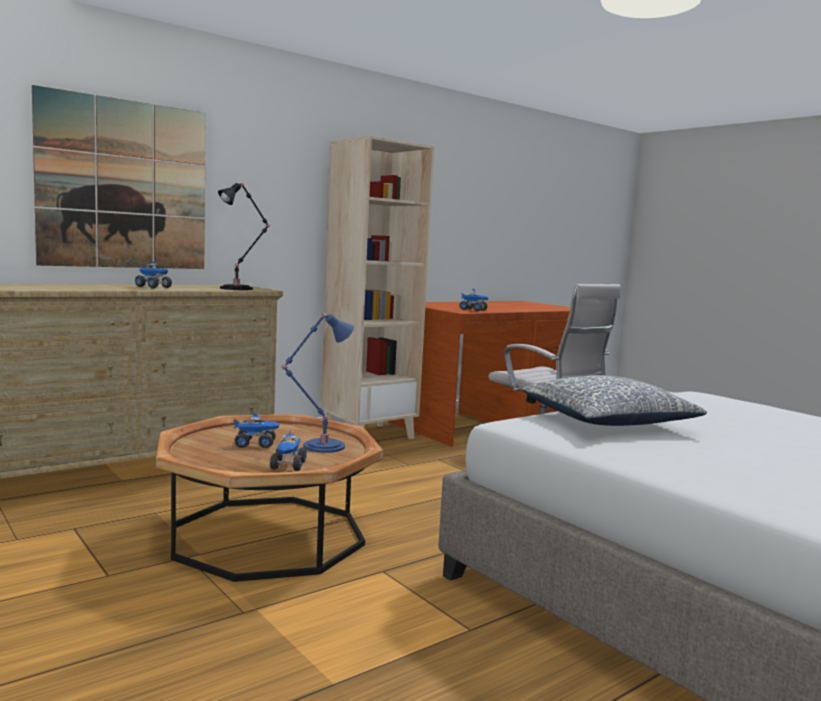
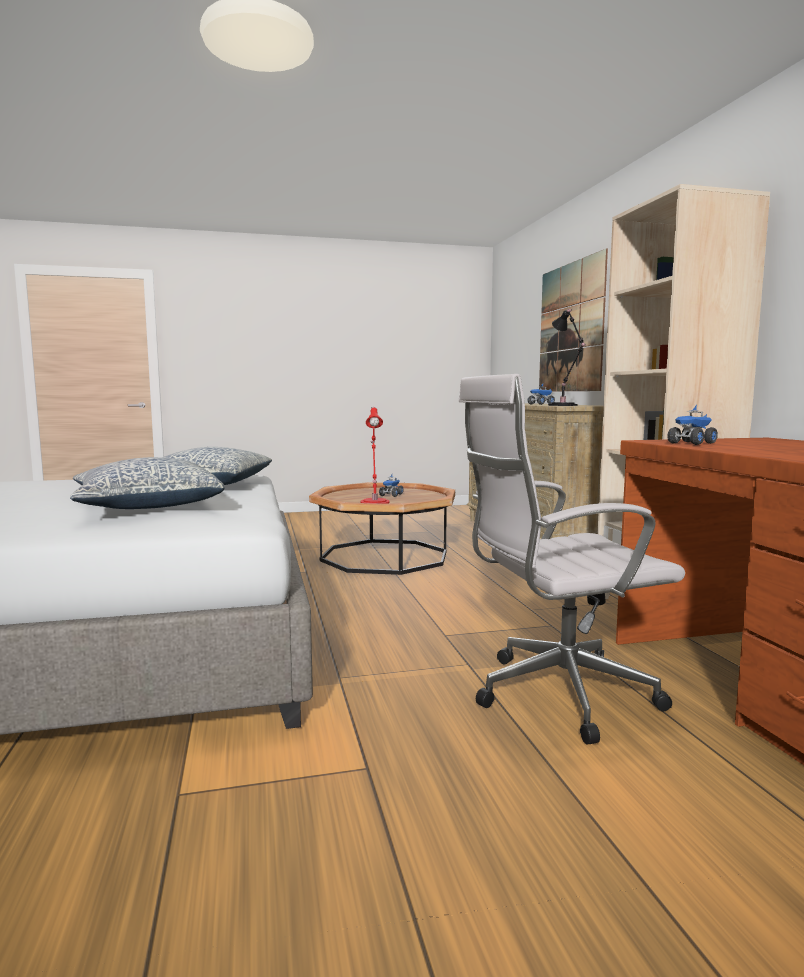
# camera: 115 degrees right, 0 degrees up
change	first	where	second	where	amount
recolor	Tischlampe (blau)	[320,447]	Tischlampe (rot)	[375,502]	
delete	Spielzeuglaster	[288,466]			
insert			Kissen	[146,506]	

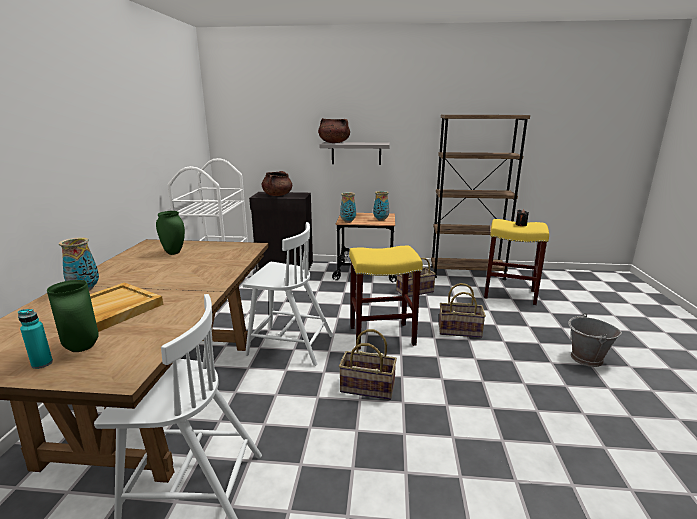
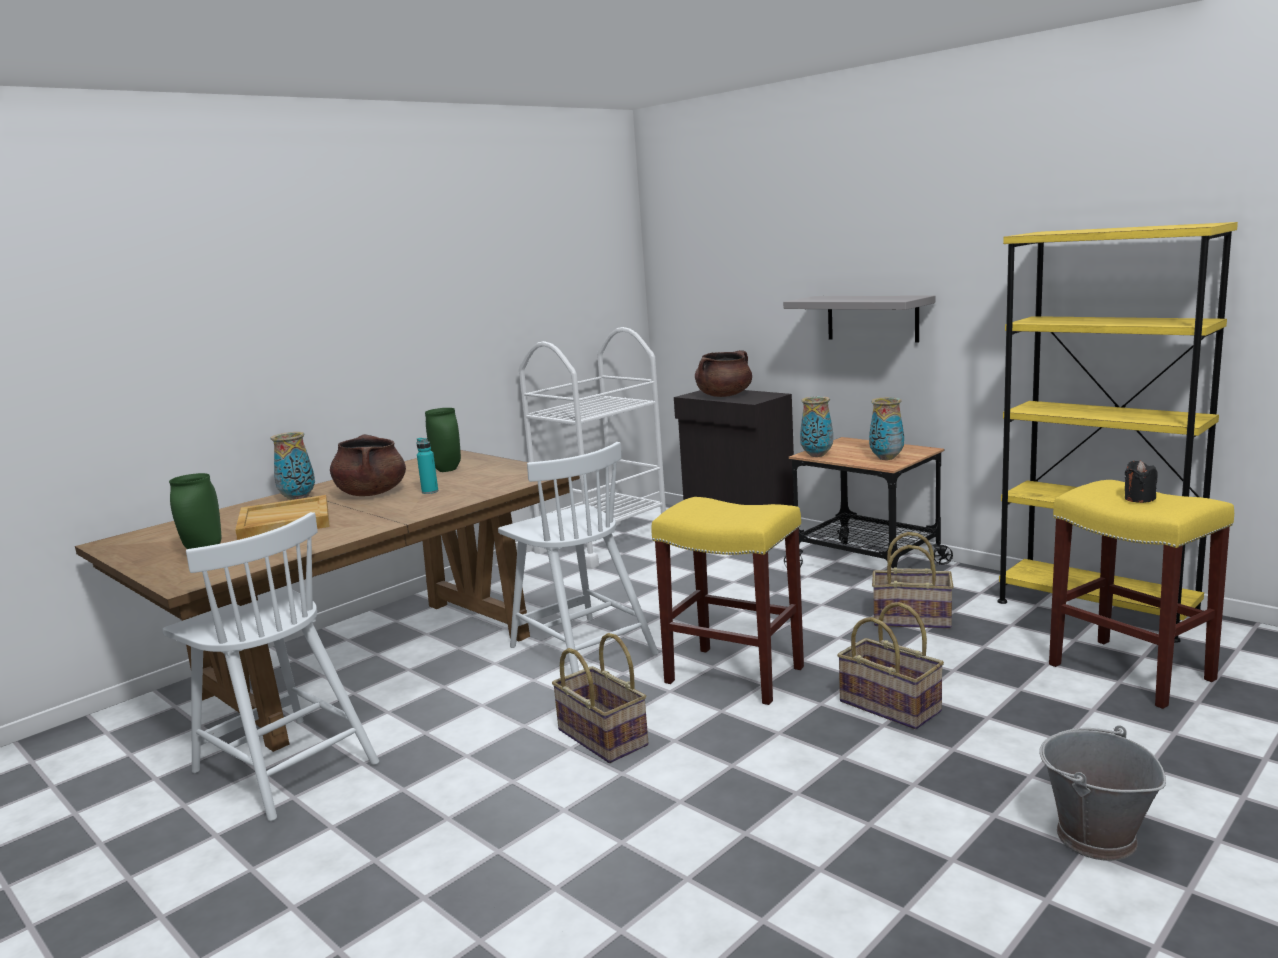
# camera: 40 degrees right, 5 degrees down
change	first	where	second	where	amount
recolor	Bücherregal (braun)	[467,273]	Bücherregal (gelb)	[1096,608]	
move	Kochtopf (braun)	[334,143]		[371,493]	
move	Flasche (türkis)	[42,363]		[430,492]	

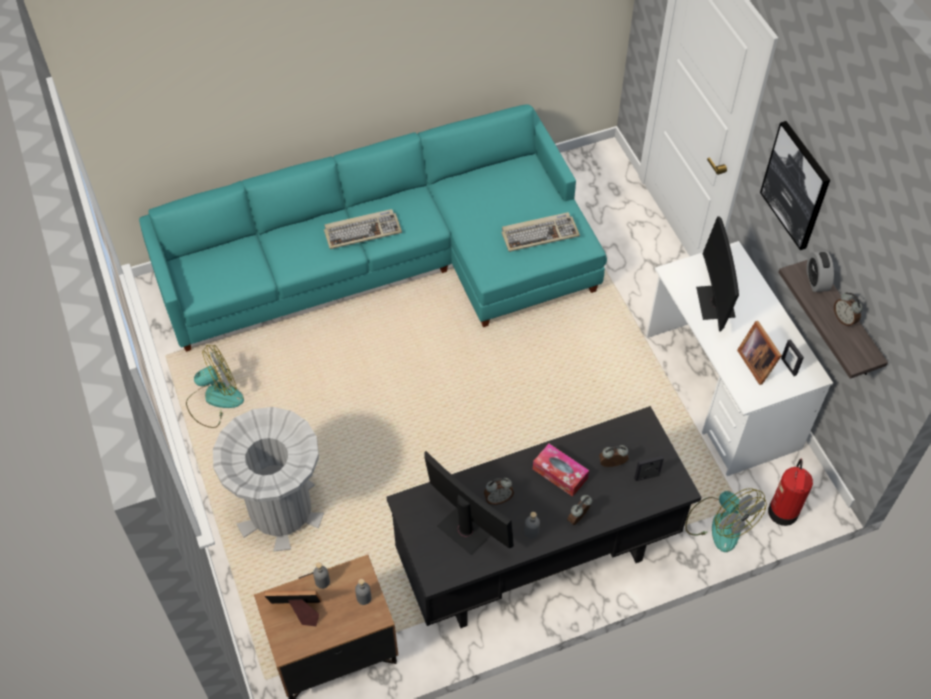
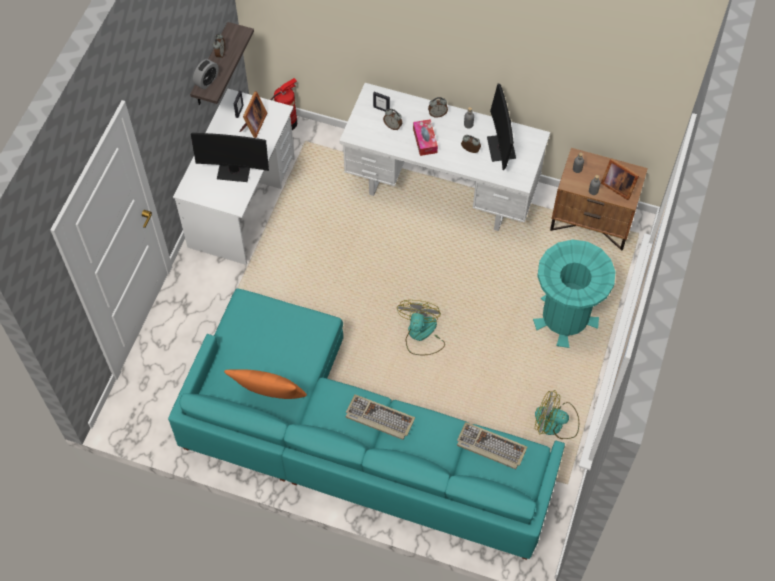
# camera: 140 degrees left, 5 degrees up
change	first	where	second	where	amount
delete	Bild	[796,185]			
move	Tastatur	[540,233]		[490,447]	
rotate	Monitor	[715,303]		[234,171]	60 degrees clockwise
recolor	Schreibtisch (schwarz)	[536,561]	Schreibtisch (weiß)	[442,190]	
recolor	Mülleimer (grau)	[281,511]	Mülleimer (türkis)	[565,318]	
move	Ventilator	[719,523]		[421,335]	
insert			Kissen (orange)	[269,396]	

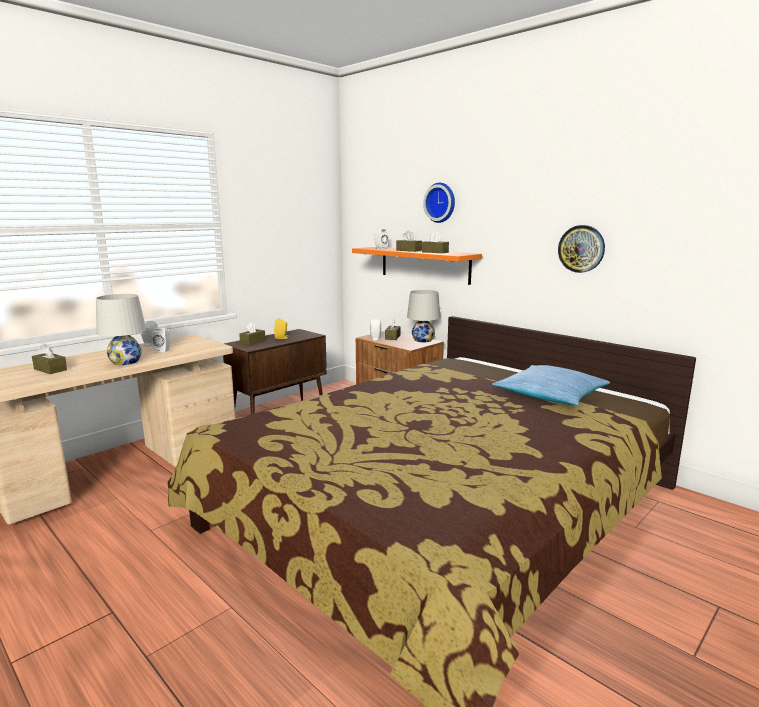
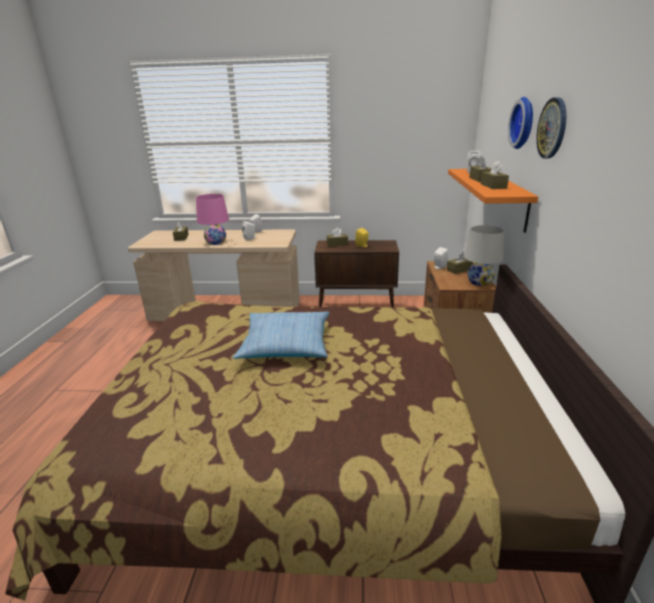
# camera: 50 degrees right, 10 degrees up
change	first	where	second	where	amount
move	Wanduhr	[581,249]		[552,128]	
recolor	Tischlampe (weiß)	[125,362]	Tischlampe (rosa)	[215,242]	
move	Kissen	[550,395]		[286,344]	

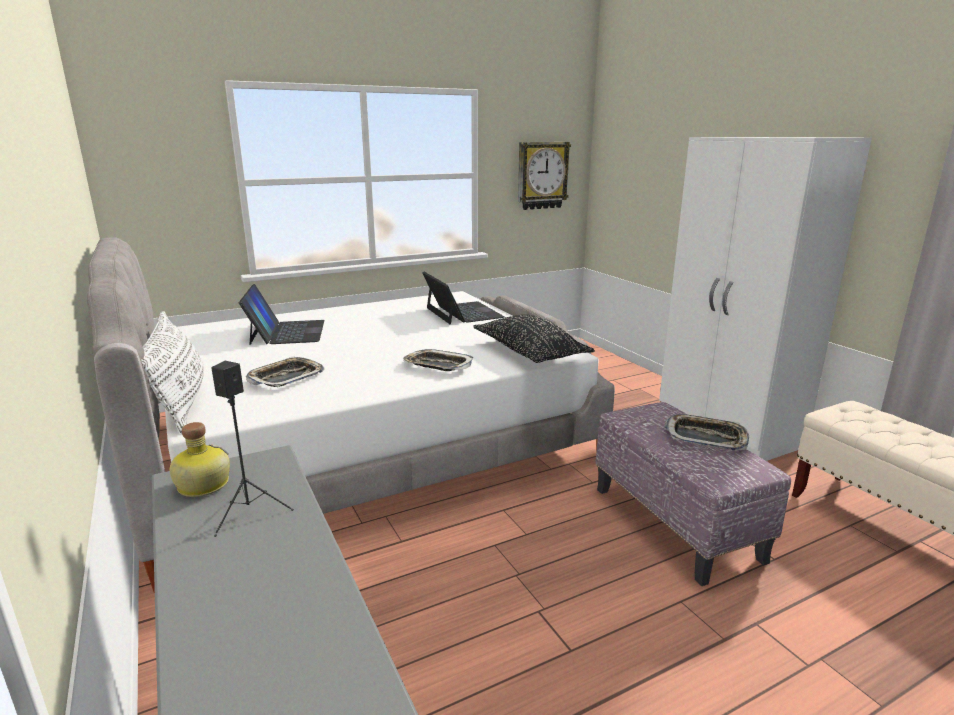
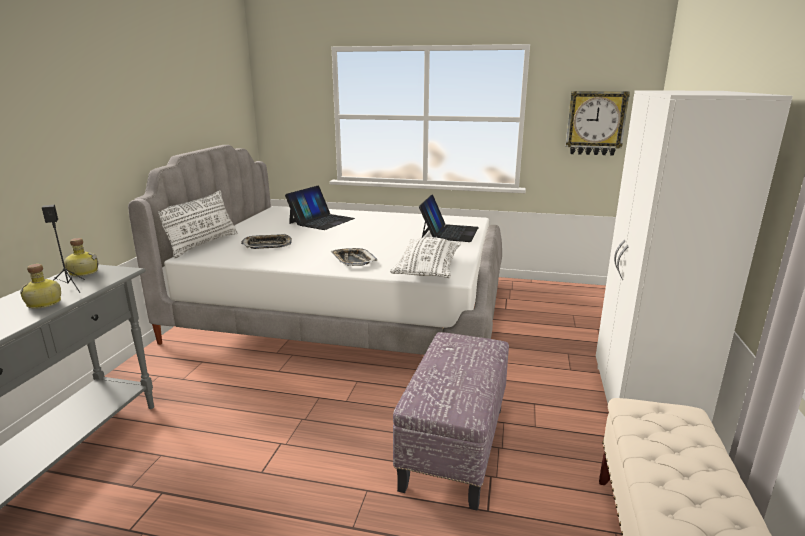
# camera: 40 degrees right, 0 degrees up
change	first	where	second	where	amount
recolor	Kissen (schwarz)	[529,353]	Kissen (weiß)	[427,269]	
delete	Tablett	[705,437]			
insert			Flasche	[45,303]	

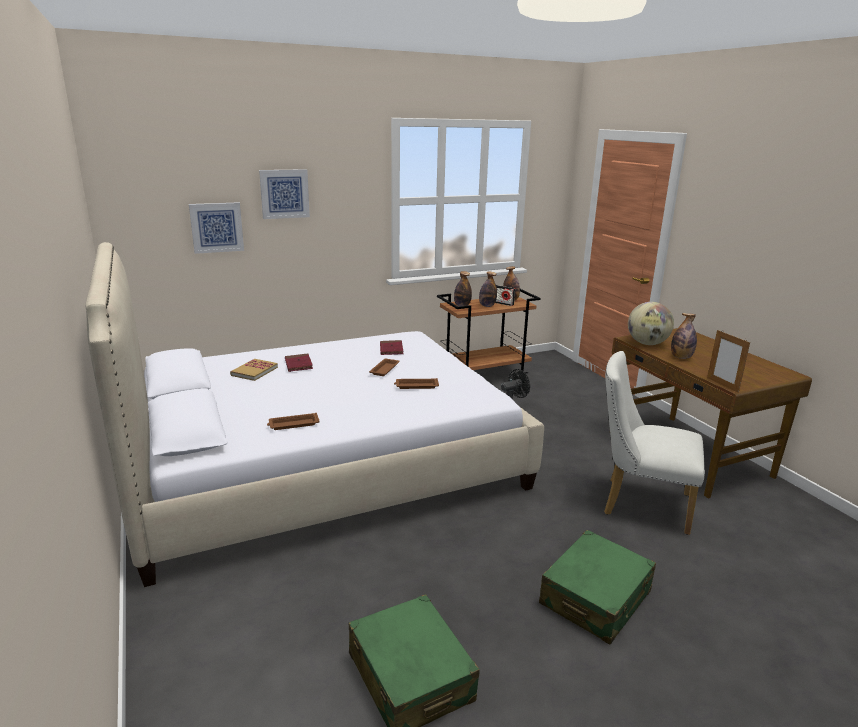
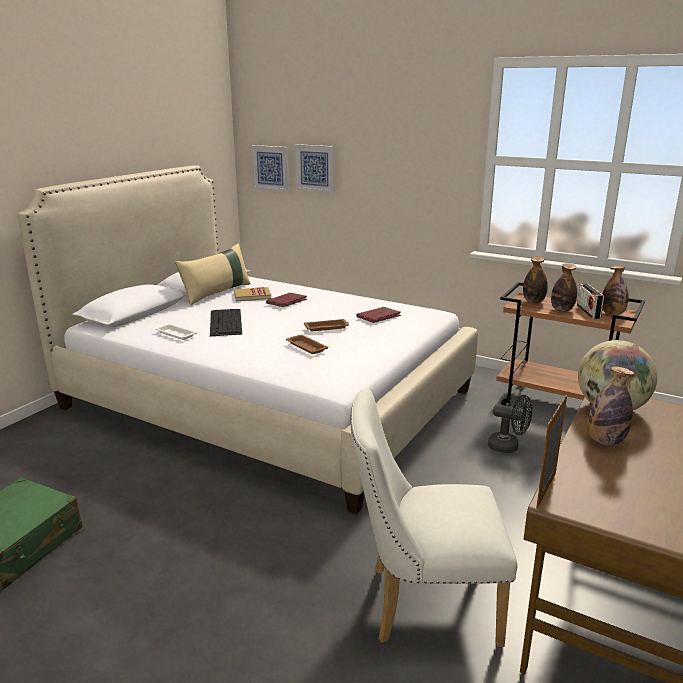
# camera: 55 degrees right, 0 degrees up
change	first	where	second	where	amount
move	Bild	[284,194]		[271,168]	
rotate	Stuhl (weiß)	[639,503]		[422,604]	75 degrees counterclockwise
recolor	Tablett (braun)	[293,424]	Tablett (weiß)	[175,334]	
delete	Koffer (grün)	[595,598]			
insert			Kissen (beige)	[216,293]	
insert			Tastatur	[226,322]	

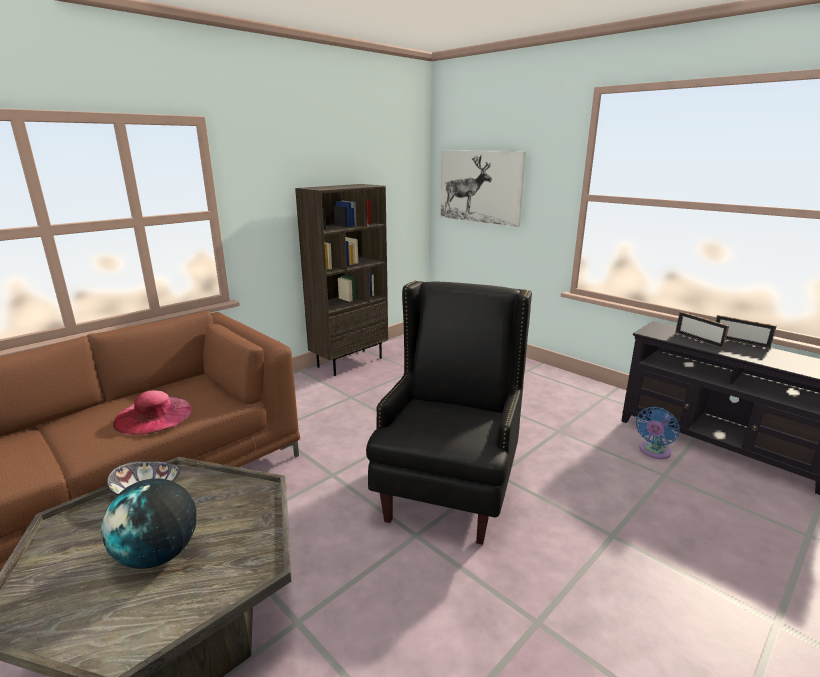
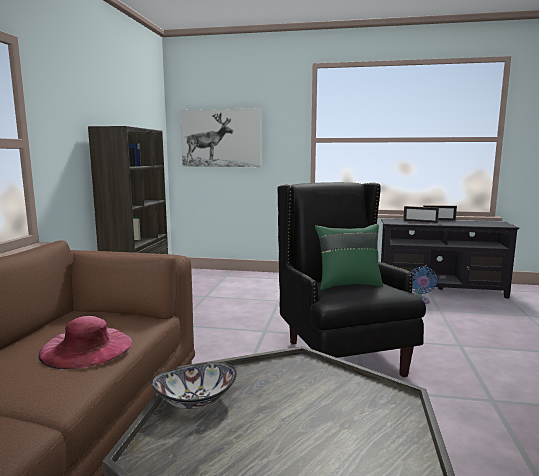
# camera: 35 degrees left, 10 degrees down
change	first	where	second	where	amount
delete	Globus	[159,555]			
insert			Kissen (grün)	[348,285]	

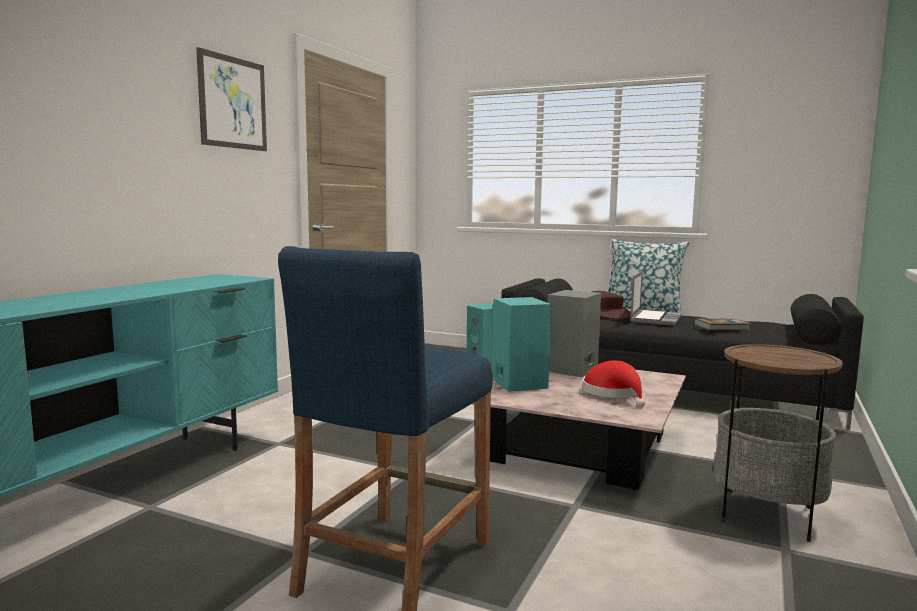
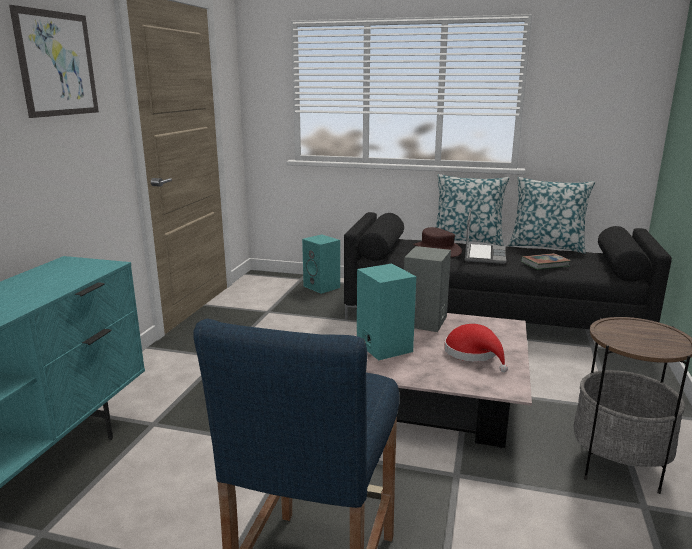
# camera: 10 degrees left, 10 degrees up
change	first	where	second	where	amount
insert			Kissen	[546,246]	

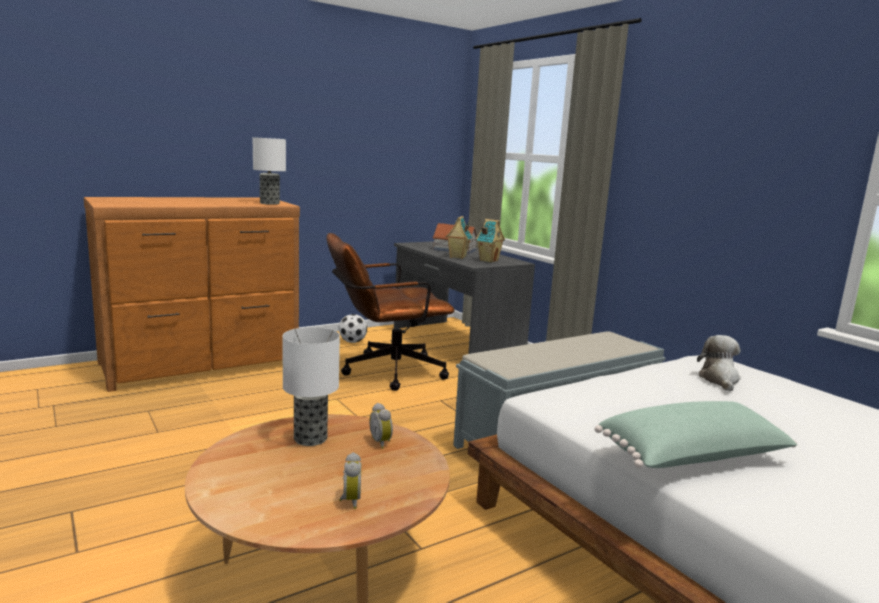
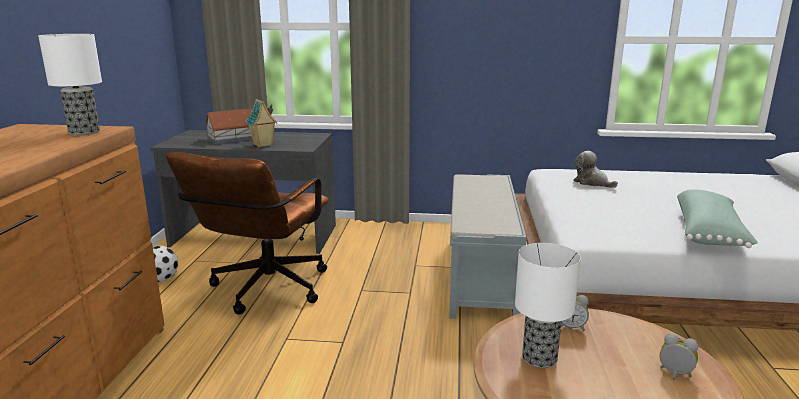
# camera: 50 degrees left, 5 degrees up
change	first	where	second	where	amount
delete	Spielzeughaus	[488,260]			

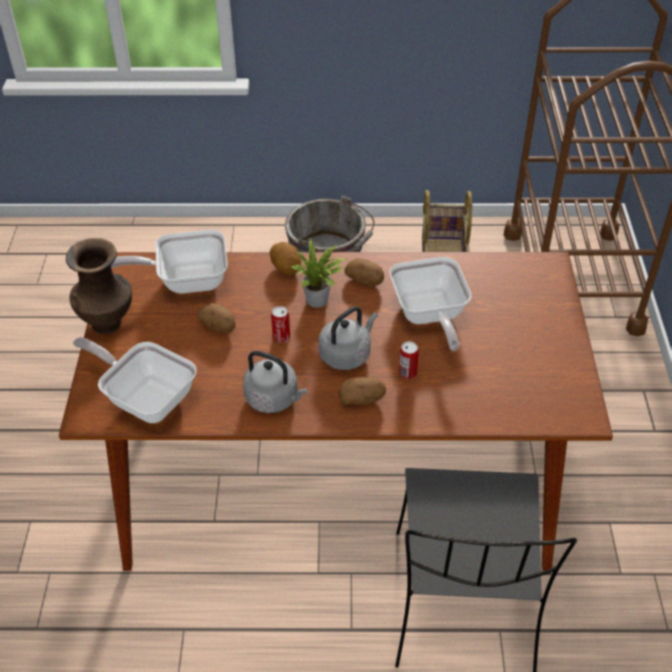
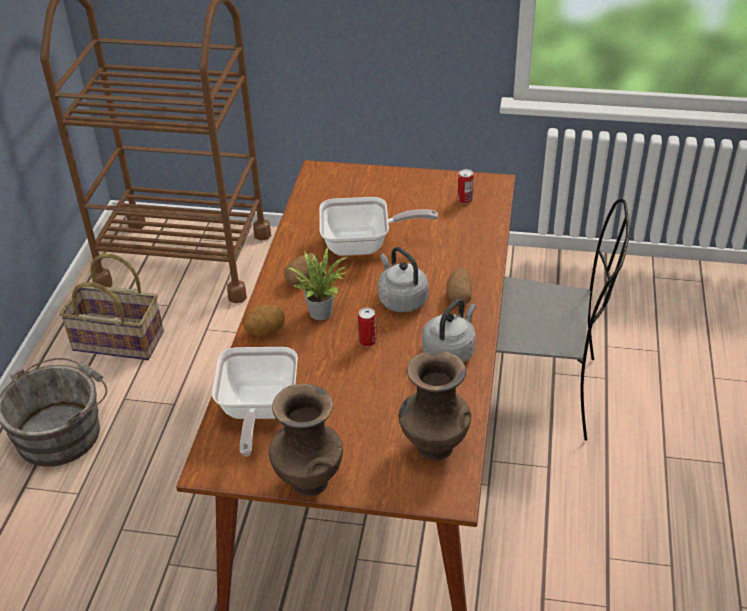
# camera: 80 degrees left, 5 degrees down
change	first	where	second	where	amount
delete	Kartoffel	[219,327]			
replace	Pfanne	[145,397]	Vase (braun)	[433,447]	
move	Dose	[407,373]		[465,200]	

